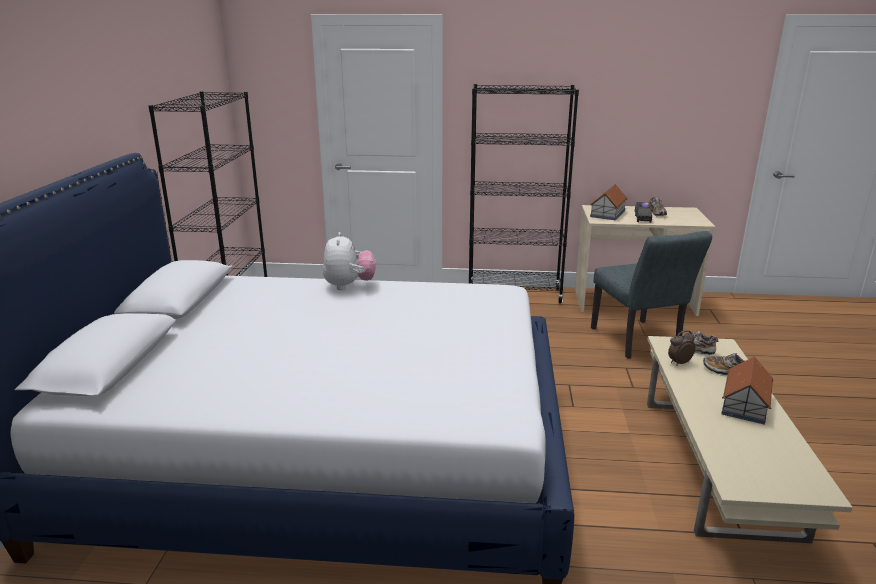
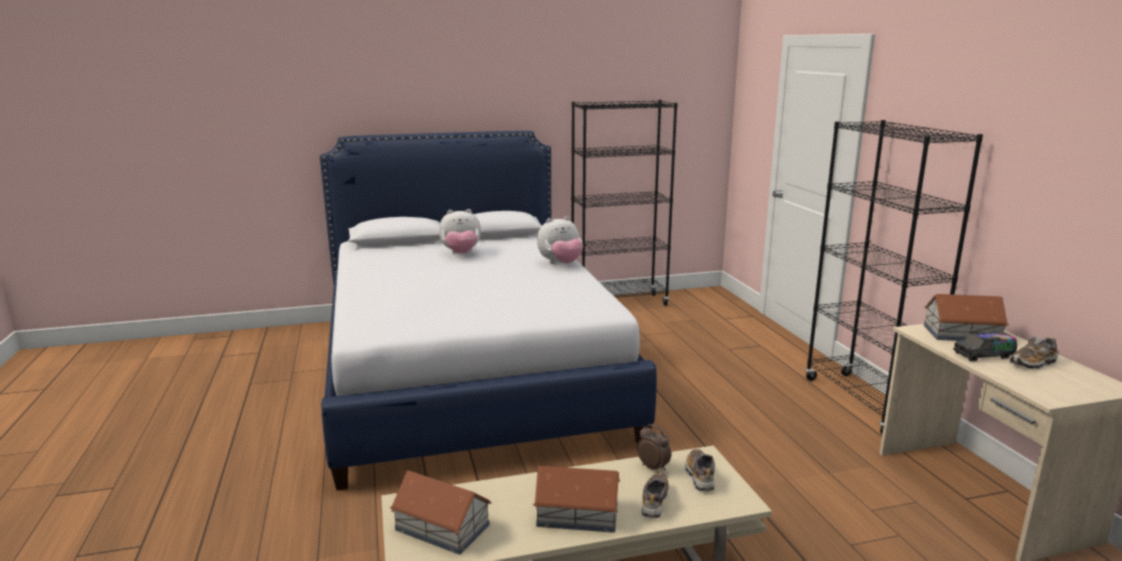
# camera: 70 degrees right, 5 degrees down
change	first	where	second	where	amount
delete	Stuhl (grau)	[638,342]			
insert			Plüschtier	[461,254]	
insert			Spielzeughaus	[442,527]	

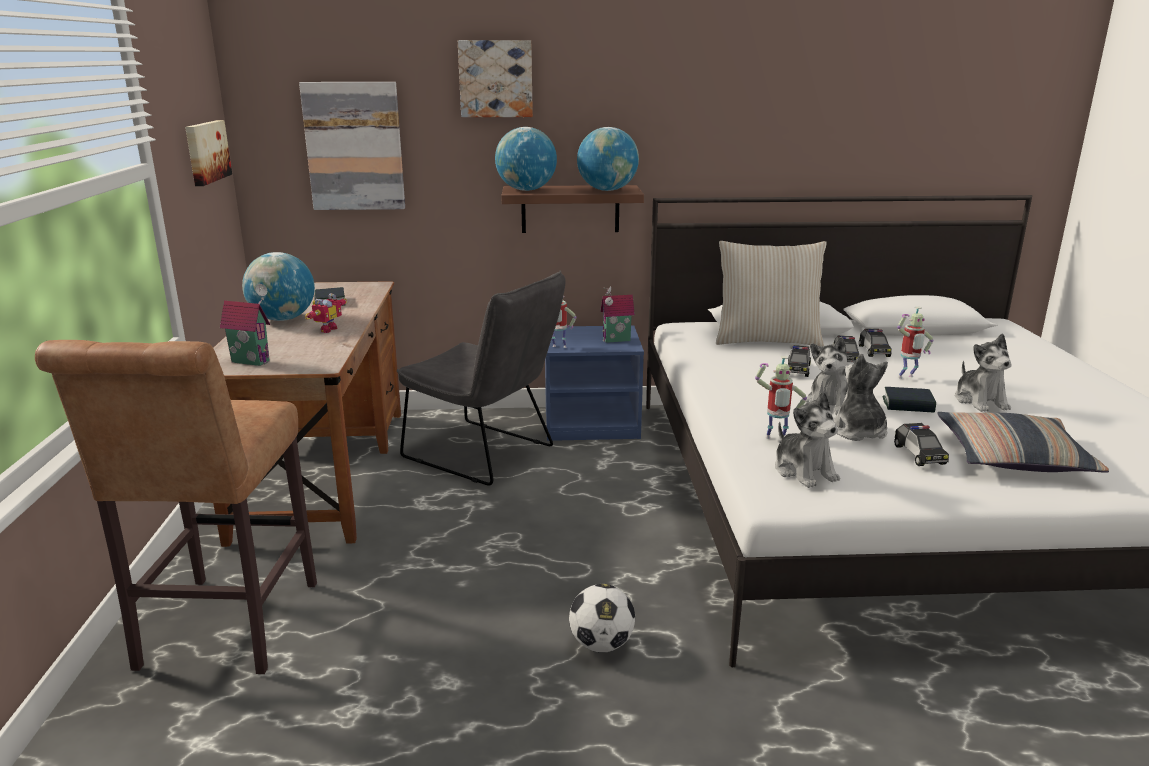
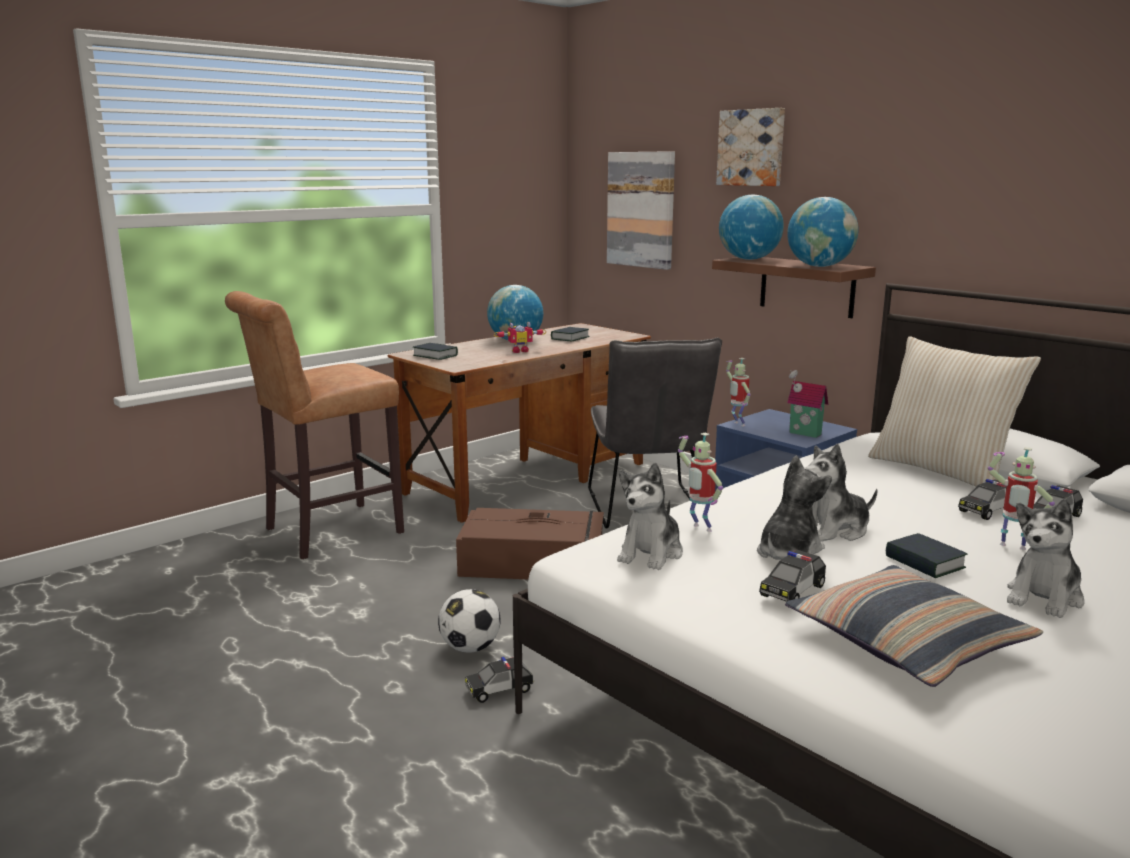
# camera: 50 degrees right, 5 degrees down
change	first	where	second	where	amount
delete	Bild	[206,152]			
replace	Spielzeughaus	[252,360]	Buch	[435,356]	
move	Spielzeugauto	[798,369]		[500,689]	
insert			Aufbewahrungsbox (braun)	[534,562]	

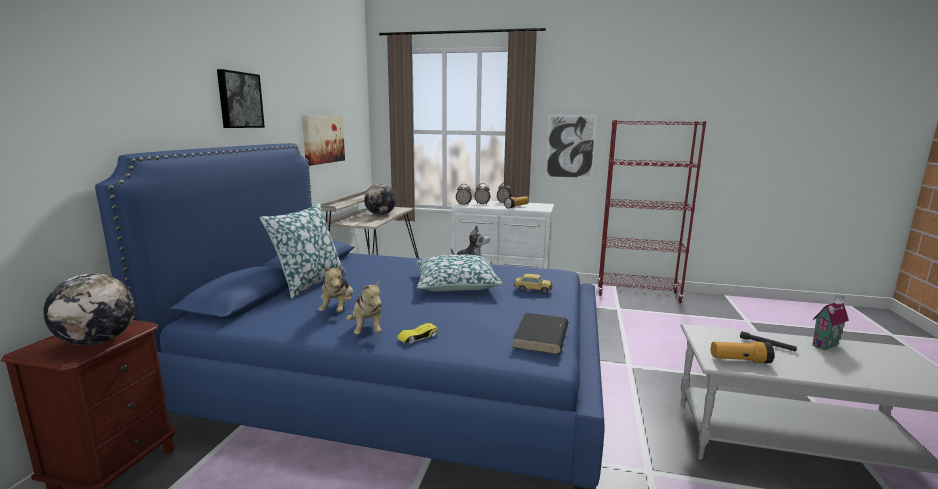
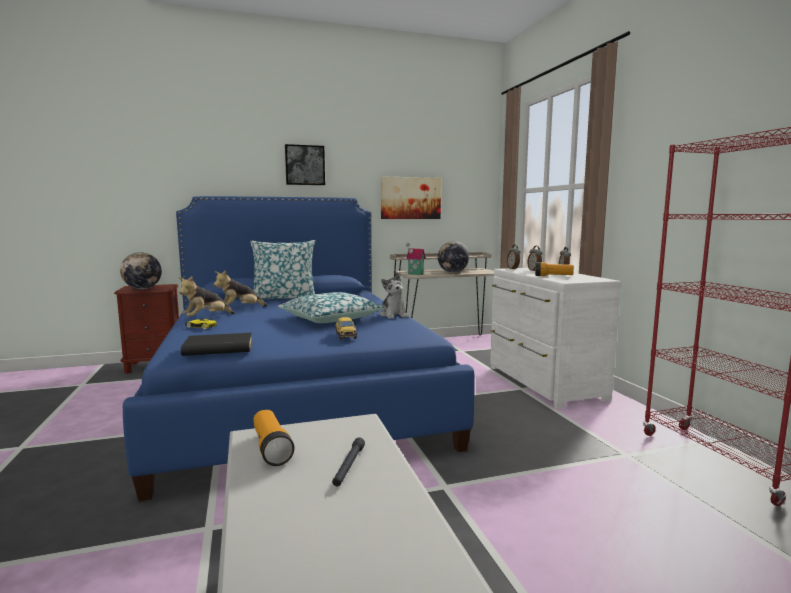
# camera: 60 degrees right, 5 degrees down
change	first	where	second	where	amount
delete	Bild	[570,147]			
move	Spielzeughaus	[827,346]		[415,274]	

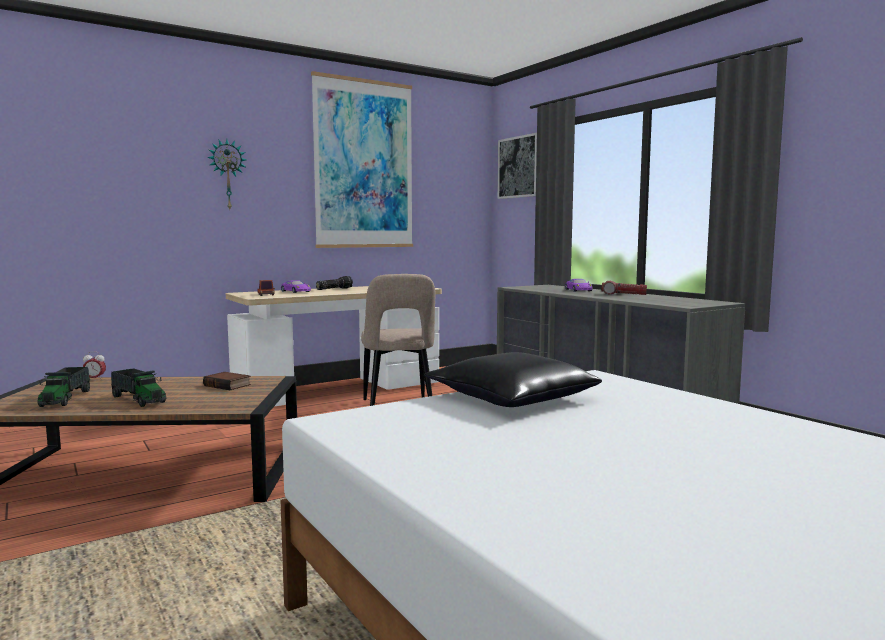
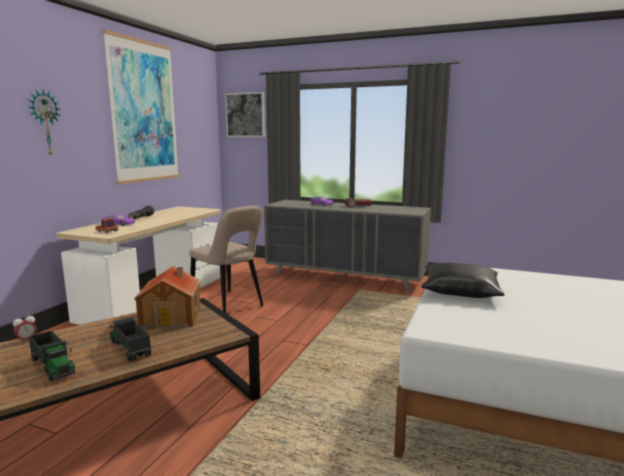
# camera: 35 degrees left, 5 degrees up
change	first	where	second	where	amount
rotate	Spielzeuglaster	[139,399]		[130,348]	135 degrees counterclockwise
replace	Buch	[228,385]	Spielzeughaus	[172,317]	

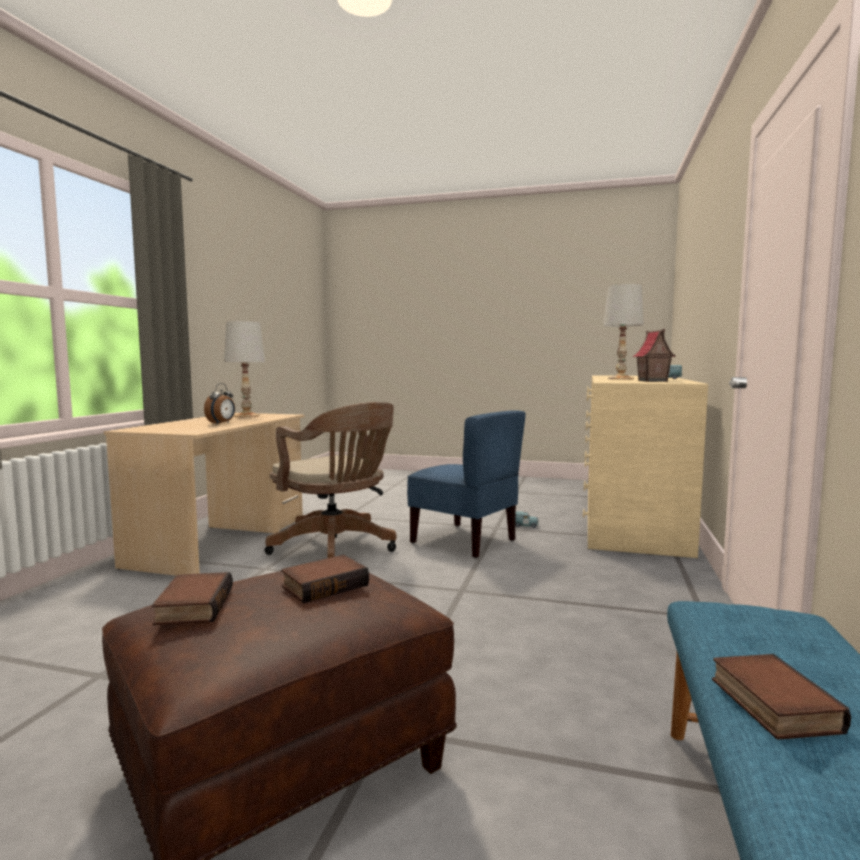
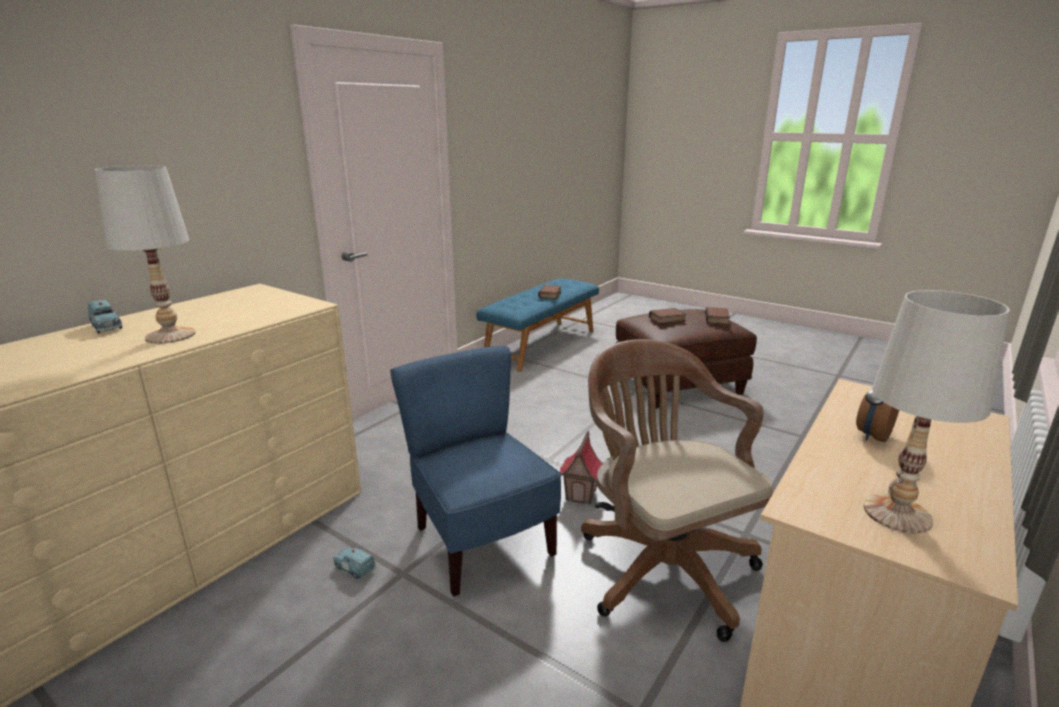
# camera: 160 degrees left, 15 degrees up
change	first	where	second	where	amount
move	Spielzeughaus	[652,381]		[581,495]	

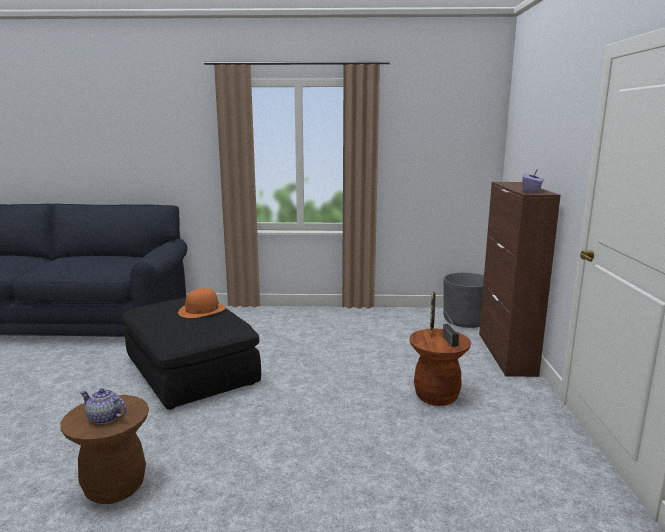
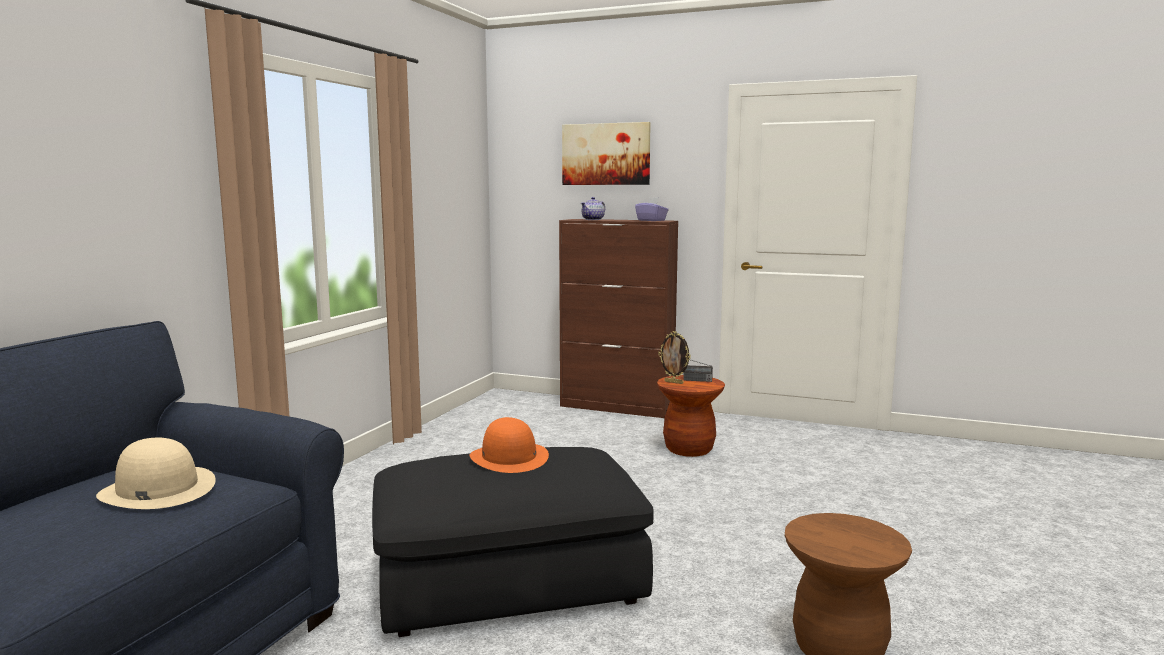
# camera: 70 degrees left, 5 degrees down
change	first	where	second	where	amount
delete	Pflanzkübel (grau)	[466,321]			
move	Teekanne	[105,418]		[593,219]	
insert			Bild	[606,154]	
insert			Hut (beige)	[157,489]	

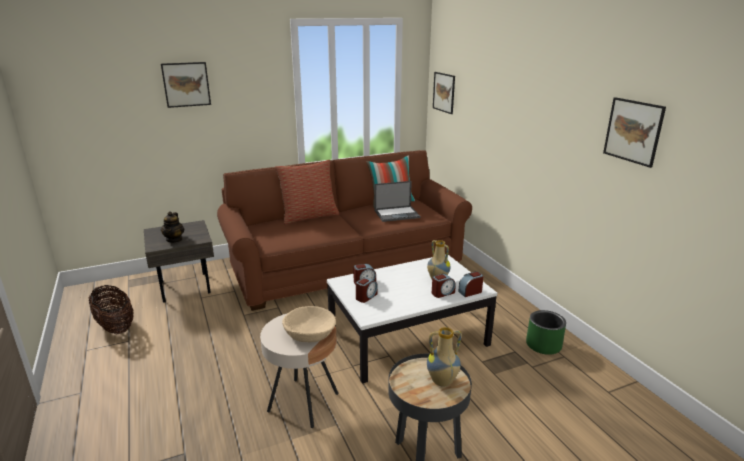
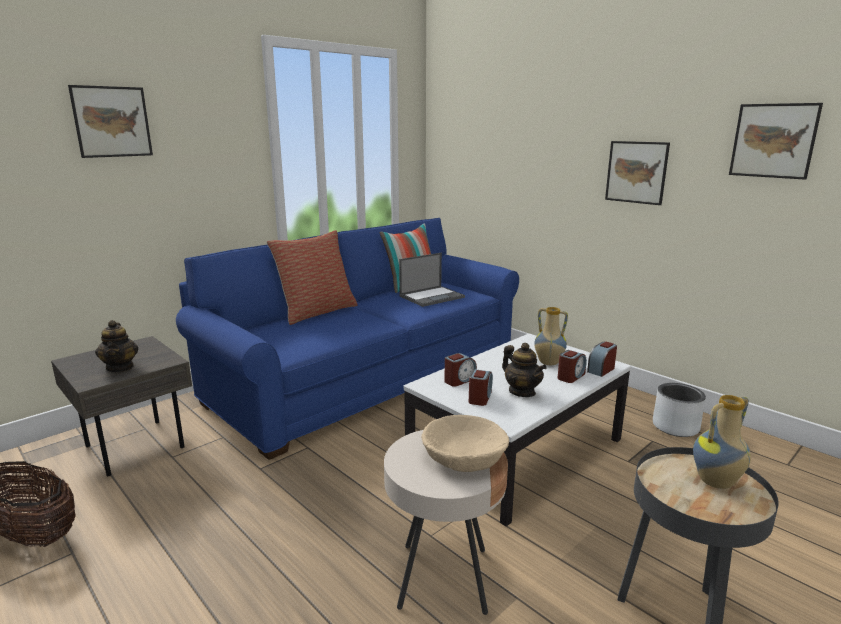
# camera: 20 degrees left, 5 degrees down
change	first	where	second	where	amount
move	Bild	[444,92]		[636,172]	
recolor	Sofa (braun)	[346,265]	Sofa (blau)	[367,377]	
recolor	Pflanzkübel (grün)	[544,345]	Pflanzkübel (grau)	[676,427]	
insert			Teekanne	[522,392]	

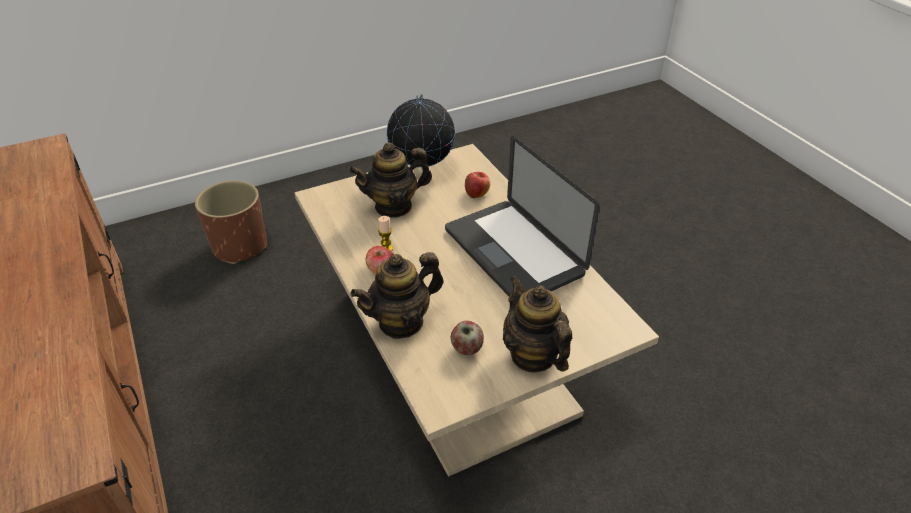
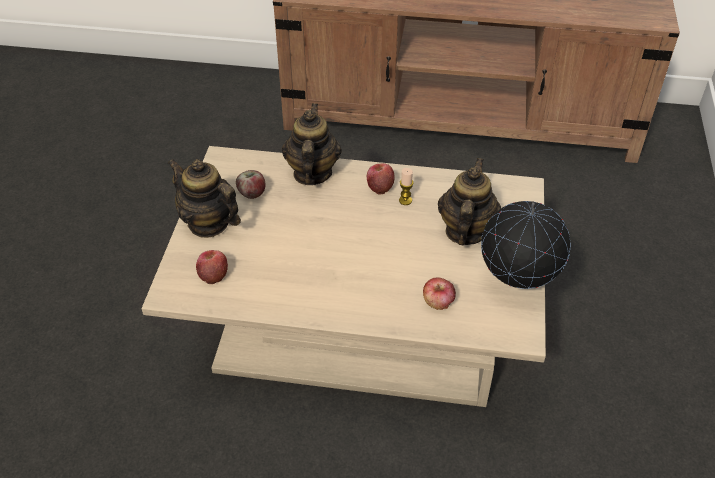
# camera: 125 degrees right, 5 degrees up
change	first	where	second	where	amount
delete	Laptop	[513,252]			
delete	Pflanzkübel (braun)	[240,246]			
rotate	Teekanne	[533,355]		[208,223]	150 degrees counterclockwise
insert			Apfel	[213,275]	

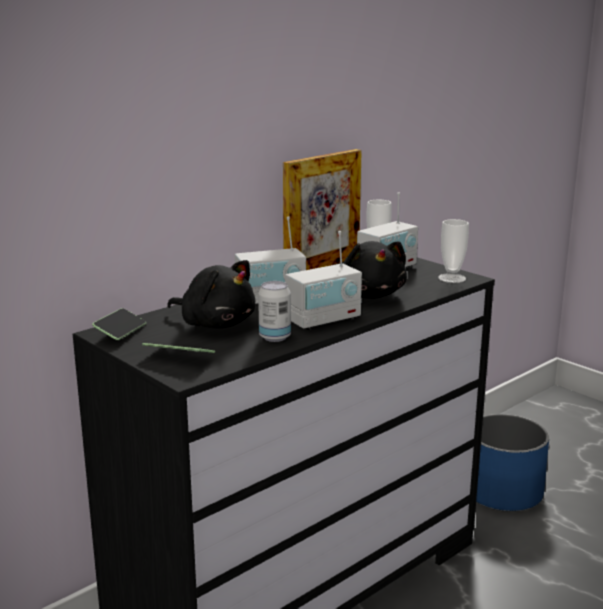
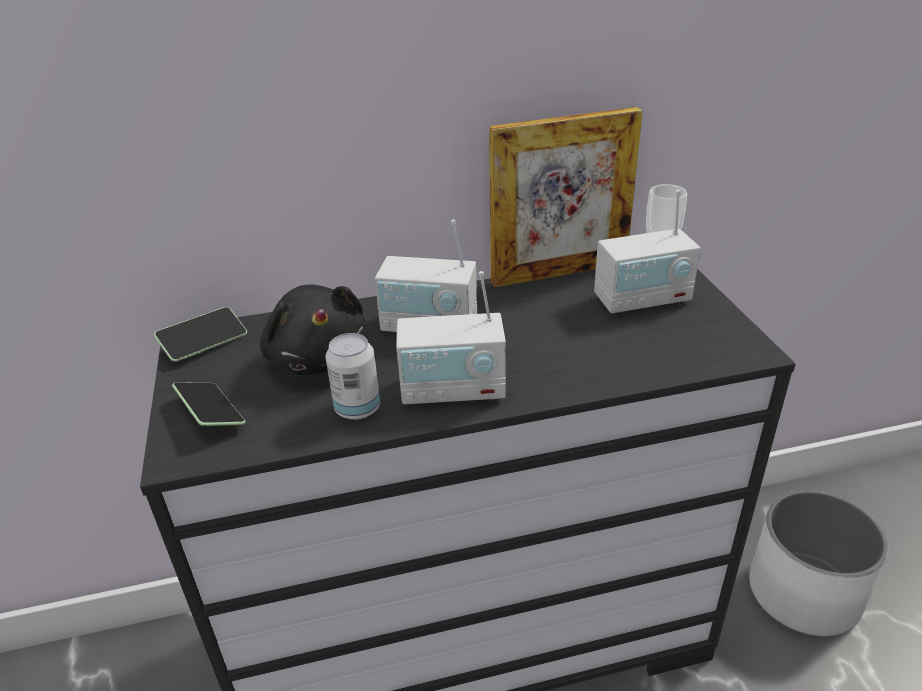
# camera: 30 degrees right, 15 degrees up
change	first	where	second	where	amount
delete	Tasse	[452,278]			
delete	Plüschtier (schwarz)	[370,294]			
recolor	Pflanzkübel (blau)	[503,492]	Pflanzkübel (weiß)	[804,593]	

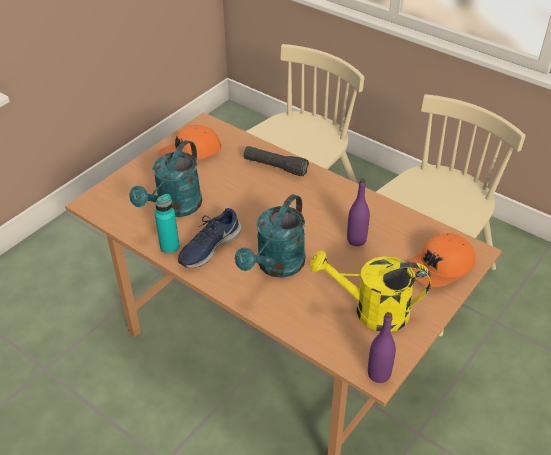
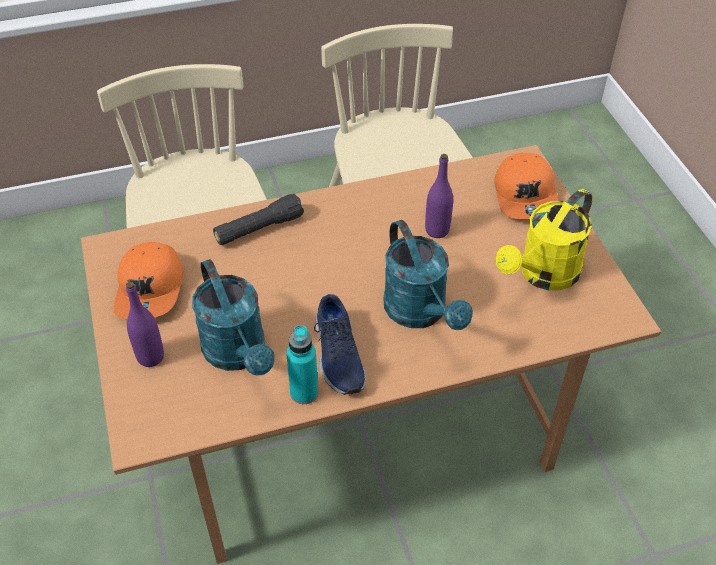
# camera: 55 degrees left, 5 degrees up
change	first	where	second	where	amount
move	Flasche (lila)	[379,374]		[150,357]	

